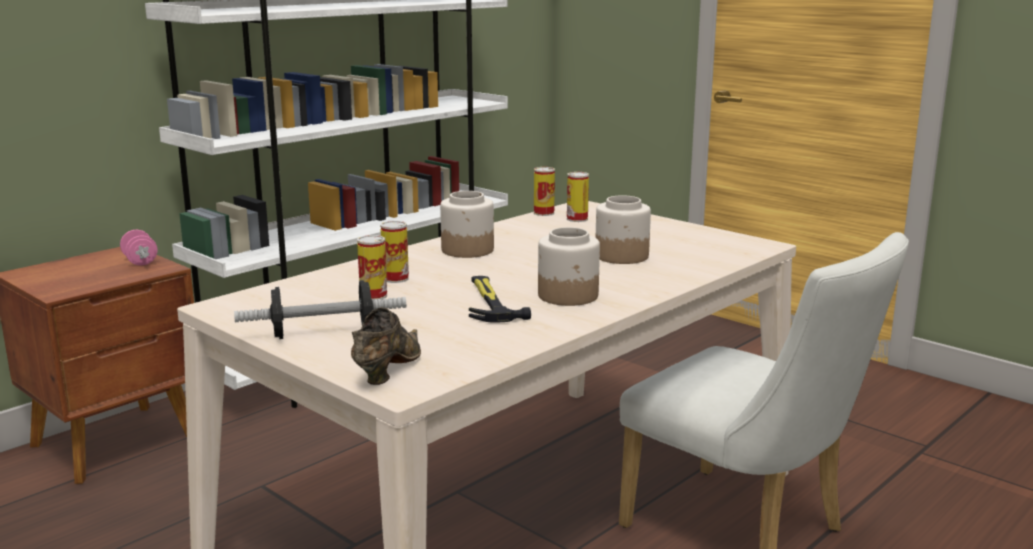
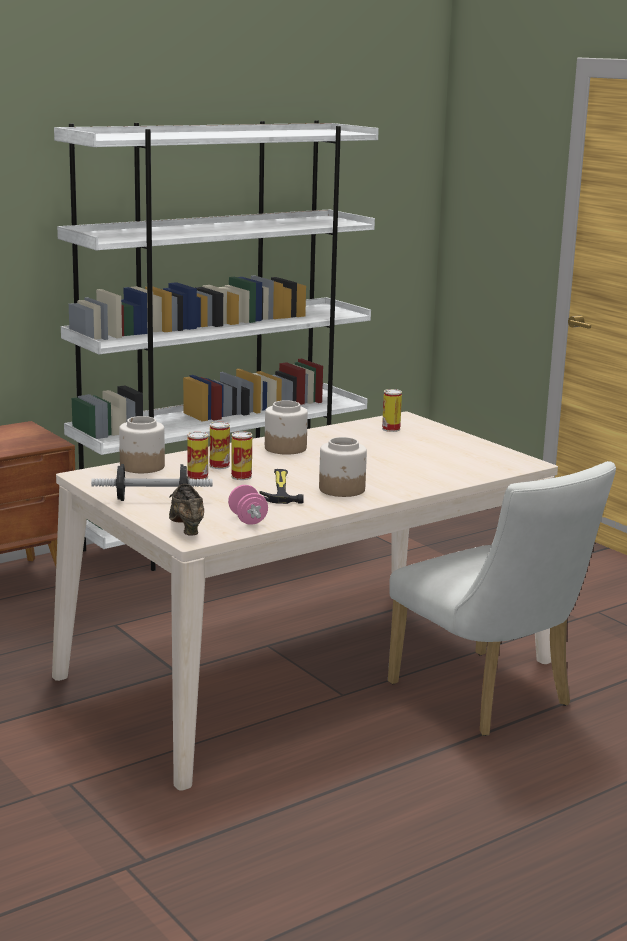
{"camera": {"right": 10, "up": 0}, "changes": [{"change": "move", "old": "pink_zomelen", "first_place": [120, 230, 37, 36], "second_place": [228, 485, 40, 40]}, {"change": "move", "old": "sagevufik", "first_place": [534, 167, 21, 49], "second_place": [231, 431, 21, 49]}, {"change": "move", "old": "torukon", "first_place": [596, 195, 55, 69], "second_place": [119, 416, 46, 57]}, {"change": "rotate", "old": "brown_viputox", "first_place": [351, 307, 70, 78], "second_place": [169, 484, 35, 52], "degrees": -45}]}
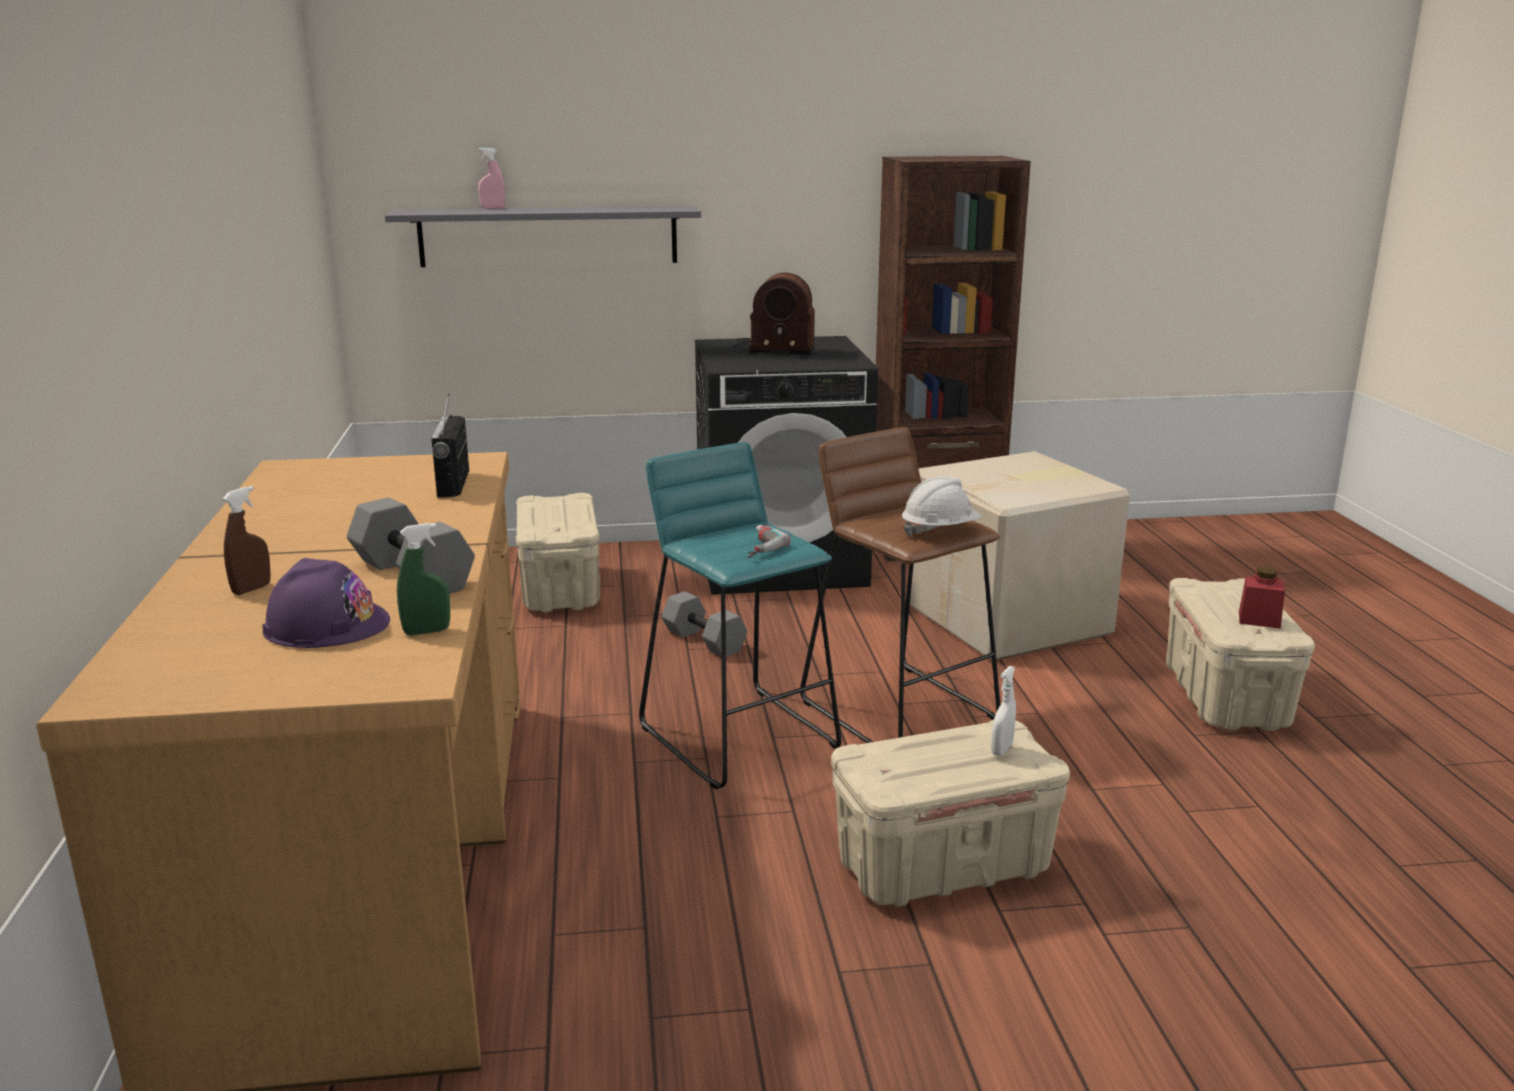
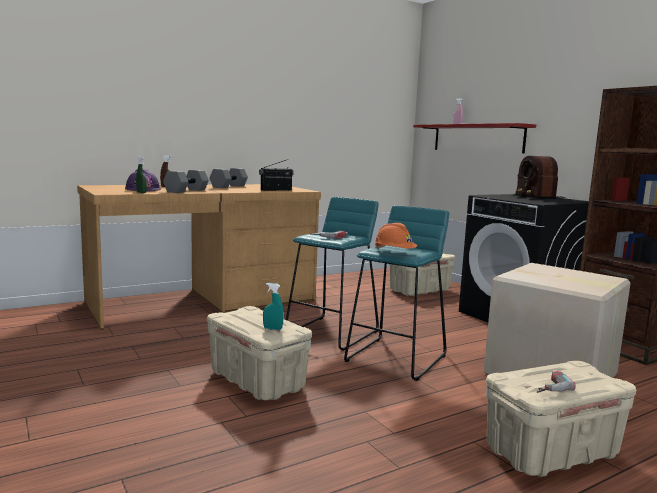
{"camera": {"right": 65, "up": -10}, "changes": [{"change": "move", "old": "grey_zomelen", "first_place": [662, 591, 85, 66], "second_place": [209, 168, 39, 20]}, {"change": "replace", "old": "red_torukon", "new": "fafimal", "first_place": [1239, 567, 46, 62], "second_place": [537, 370, 39, 23]}, {"change": "recolor", "old": "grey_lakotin", "new": "red_lakotin", "first_place": [385, 206, 316, 61], "second_place": [413, 123, 123, 30]}, {"change": "recolor", "old": "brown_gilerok", "new": "turquoise_gilerok", "first_place": [800, 427, 200, 316], "second_place": [344, 205, 105, 176]}, {"change": "recolor", "old": "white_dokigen", "new": "orange_dokigen", "first_place": [902, 476, 80, 60], "second_place": [374, 223, 43, 27]}, {"change": "recolor", "old": "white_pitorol", "new": "turquoise_pitorol", "first_place": [991, 666, 25, 90], "second_place": [263, 283, 21, 47]}]}
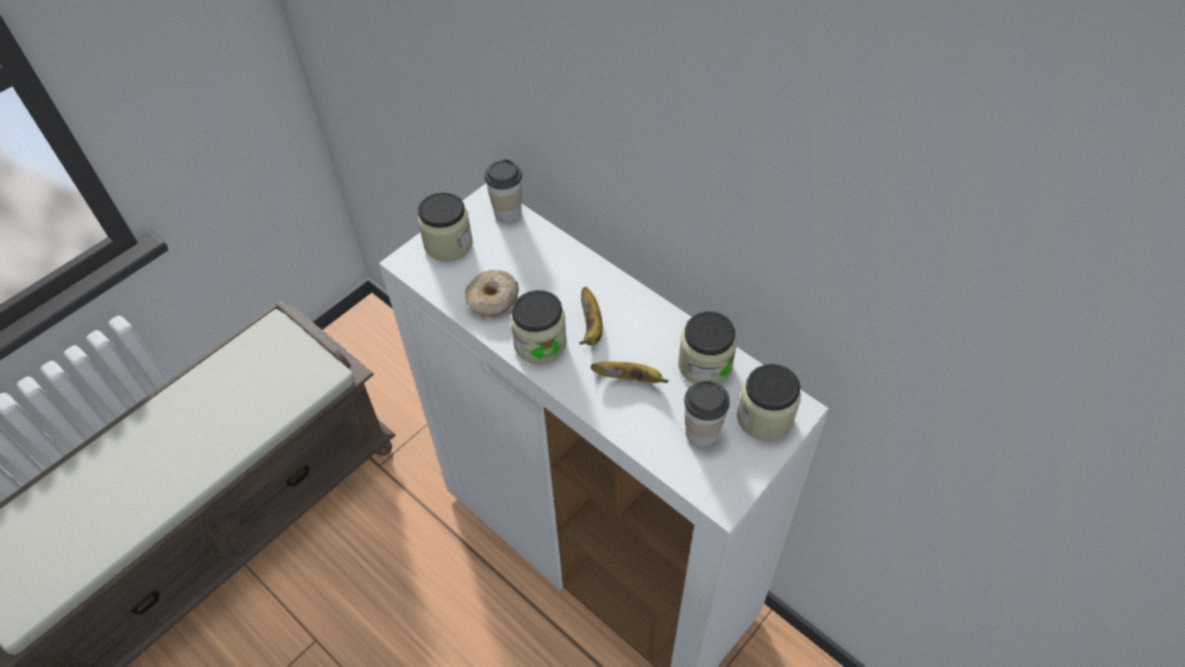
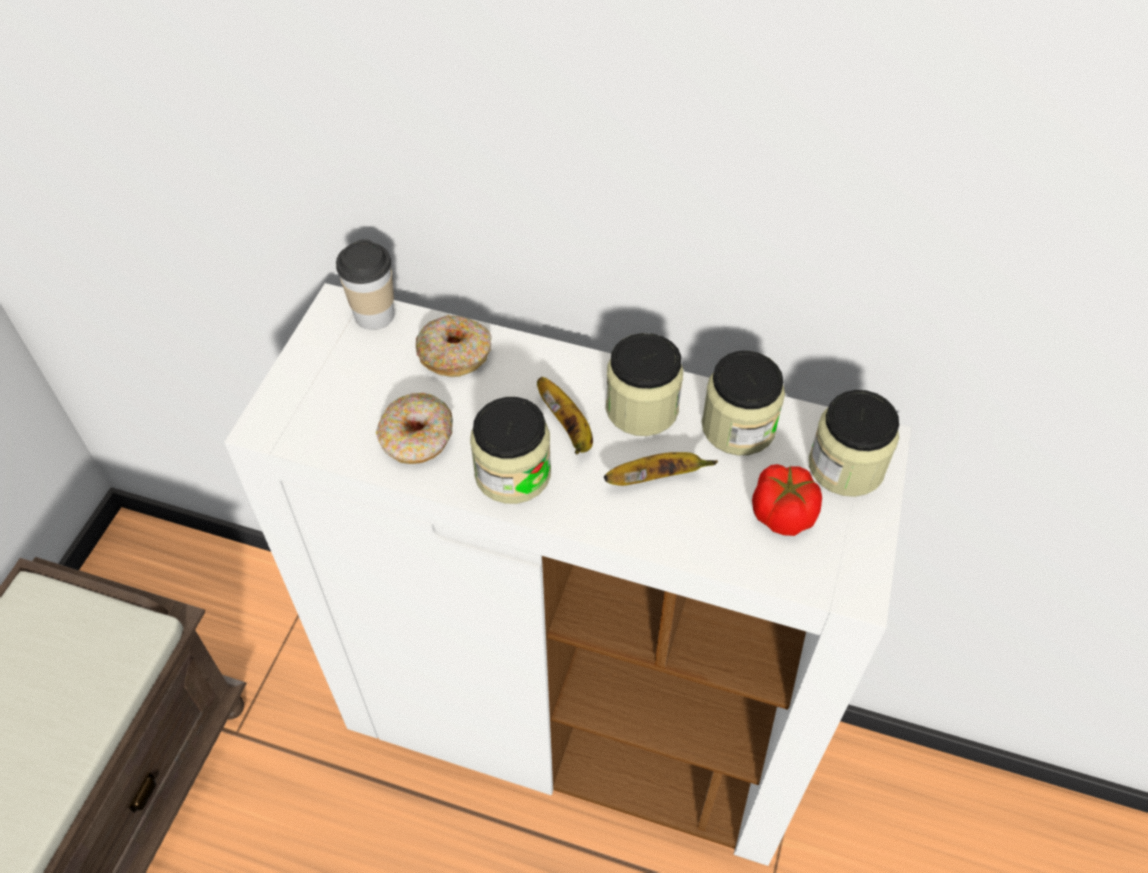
{"camera": {"right": -25, "up": 0}, "changes": [{"change": "insert", "new": "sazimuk", "second_place": [416, 315, 76, 62]}, {"change": "move", "old": "torukon", "first_place": [418, 192, 55, 70], "second_place": [606, 333, 77, 103]}, {"change": "replace", "old": "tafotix", "new": "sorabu", "first_place": [684, 381, 46, 66], "second_place": [752, 464, 70, 72]}]}
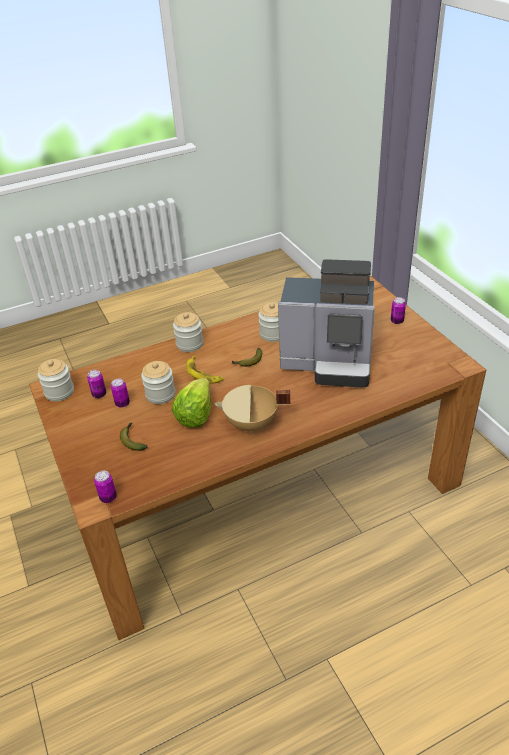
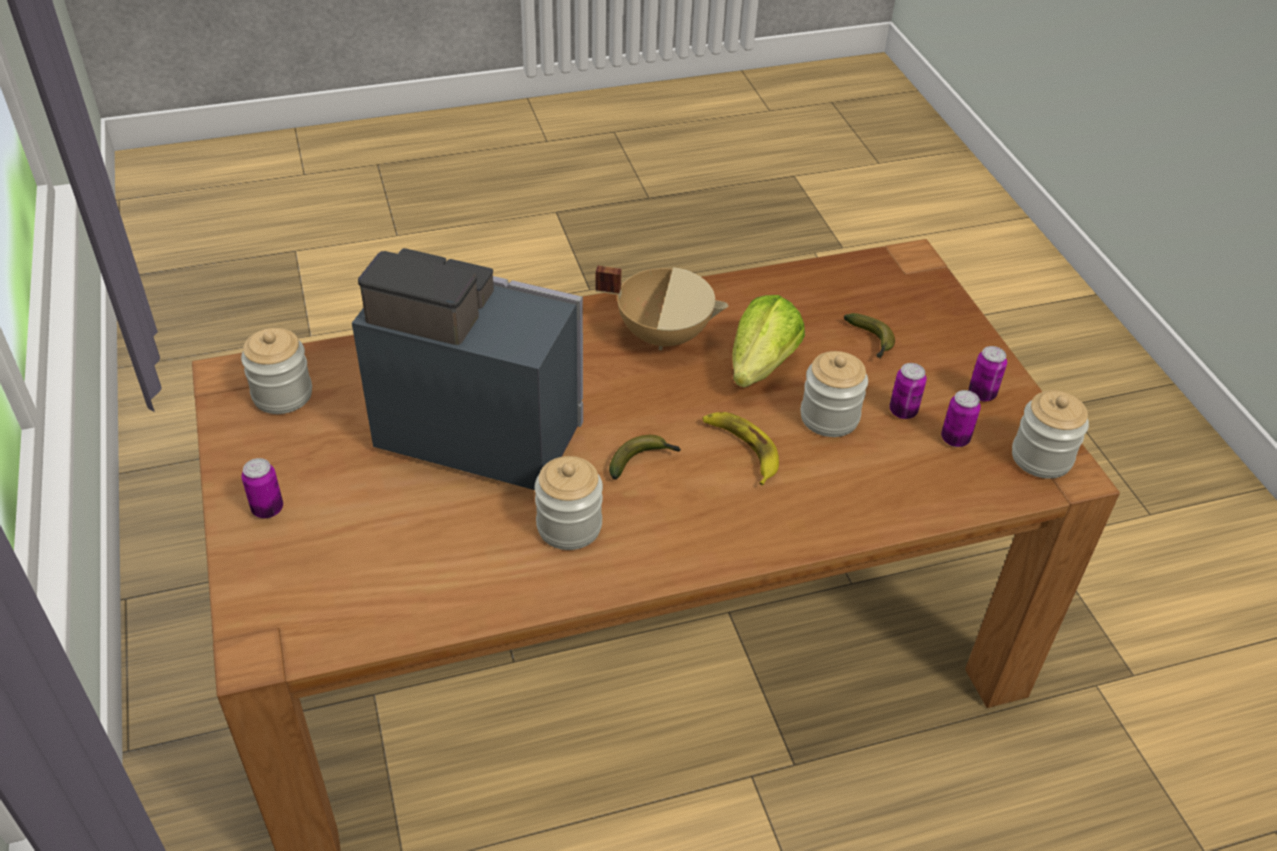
{"camera": {"right": -175, "up": 5}, "changes": [{"change": "move", "old": "sagevufik", "first_place": [94, 471, 23, 32], "second_place": [969, 346, 38, 56]}, {"change": "move", "old": "torukon", "first_place": [173, 312, 30, 40], "second_place": [241, 328, 71, 86]}]}
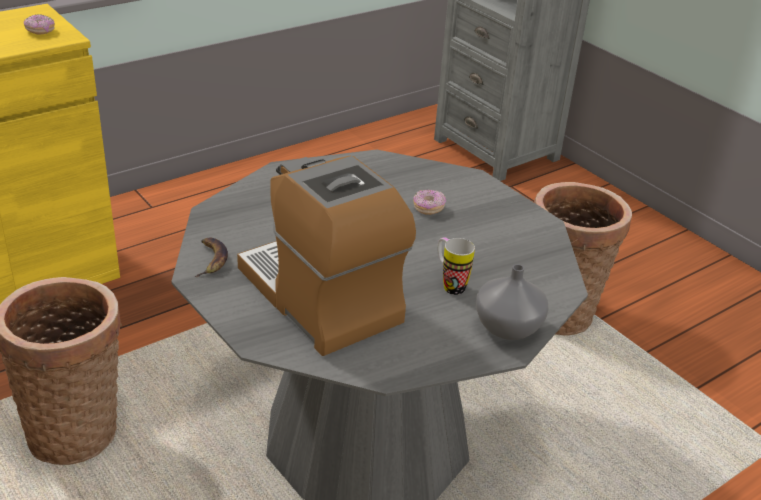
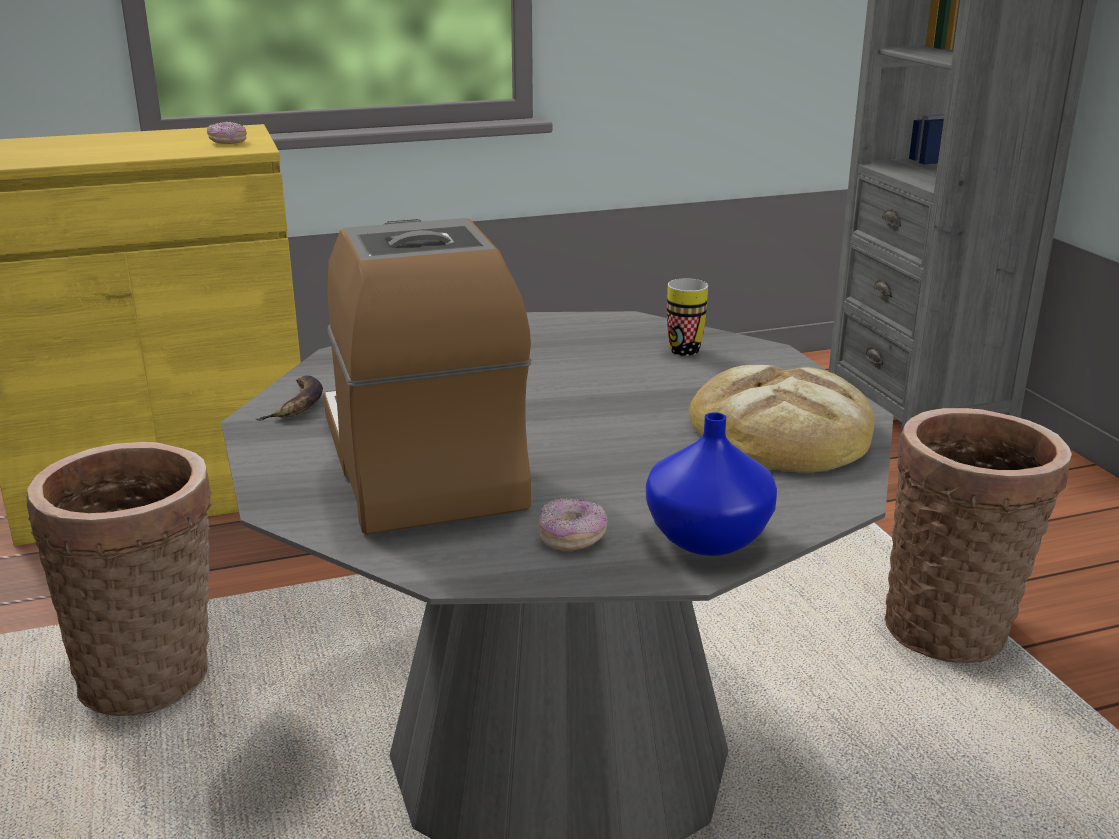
{"camera": {"right": 20, "up": -10}, "changes": [{"change": "insert", "new": "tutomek", "second_place": [689, 365, 185, 108]}, {"change": "move", "old": "sazimuk", "first_place": [413, 189, 33, 26], "second_place": [538, 498, 70, 53]}, {"change": "move", "old": "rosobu", "first_place": [437, 237, 38, 58], "second_place": [667, 278, 41, 78]}, {"change": "recolor", "old": "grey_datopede", "new": "blue_datopede", "first_place": [476, 264, 72, 76], "second_place": [646, 412, 131, 144]}]}
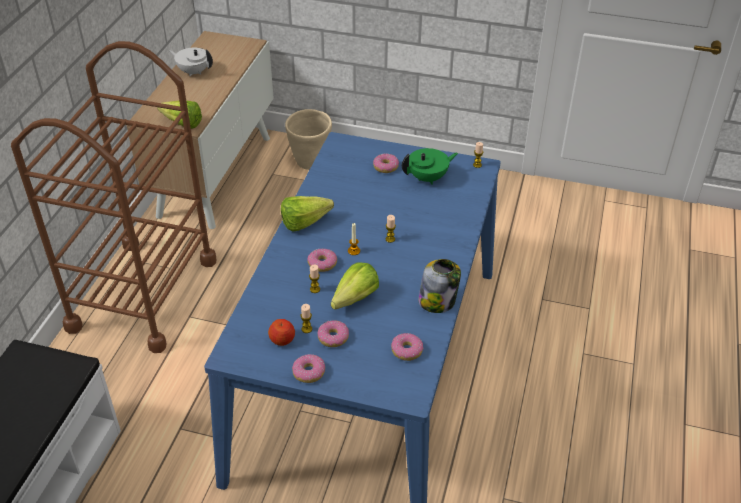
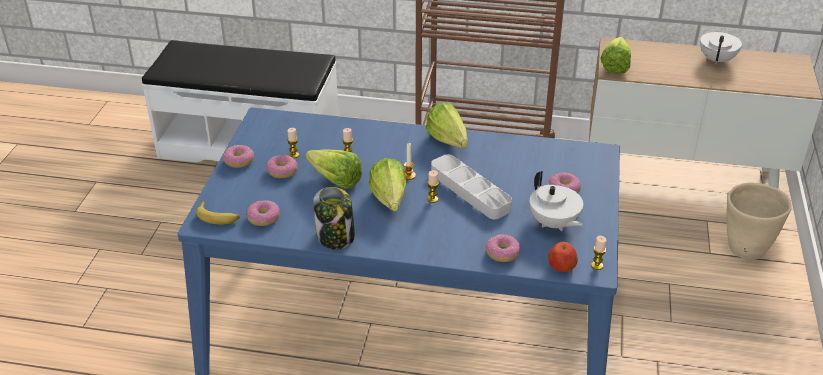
{"camera": {"right": 85, "up": -5}, "changes": [{"change": "insert", "new": "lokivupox", "second_place": [196, 201, 44, 24]}, {"change": "insert", "new": "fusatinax", "second_place": [369, 158, 37, 53]}, {"change": "insert", "new": "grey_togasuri", "second_place": [431, 154, 81, 65]}, {"change": "move", "old": "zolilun", "first_place": [268, 319, 27, 27], "second_place": [548, 242, 30, 30]}, {"change": "move", "old": "sazimuk", "first_place": [307, 248, 30, 24], "second_place": [486, 234, 34, 28]}, {"change": "recolor", "old": "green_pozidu", "new": "white_pozidu", "first_place": [402, 148, 56, 37], "second_place": [530, 171, 53, 60]}]}
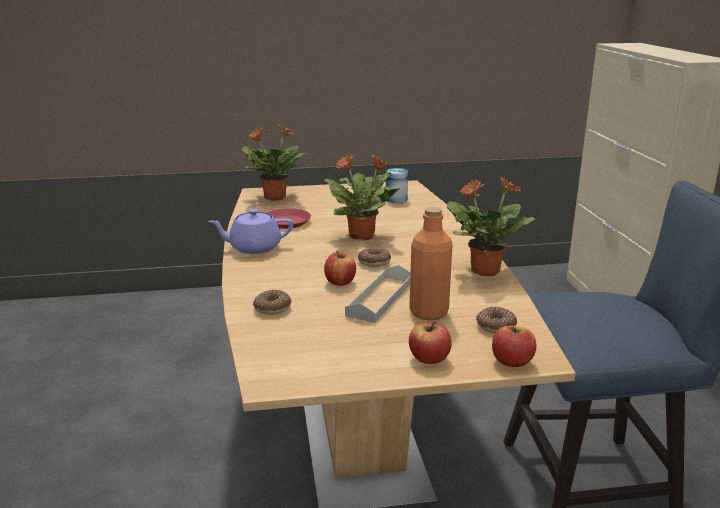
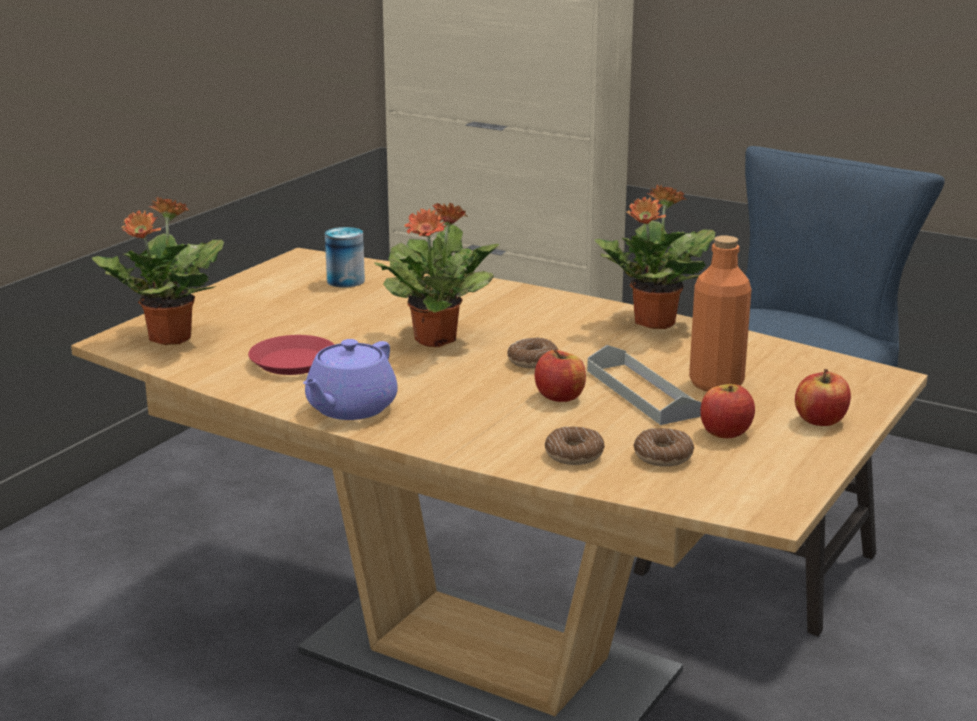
{"camera": {"right": -50, "up": 0}, "changes": [{"change": "move", "old": "sazimuk", "first_place": [476, 307, 41, 26], "second_place": [634, 428, 60, 39]}, {"change": "move", "old": "zolilun", "first_place": [492, 326, 44, 41], "second_place": [700, 384, 55, 54]}]}
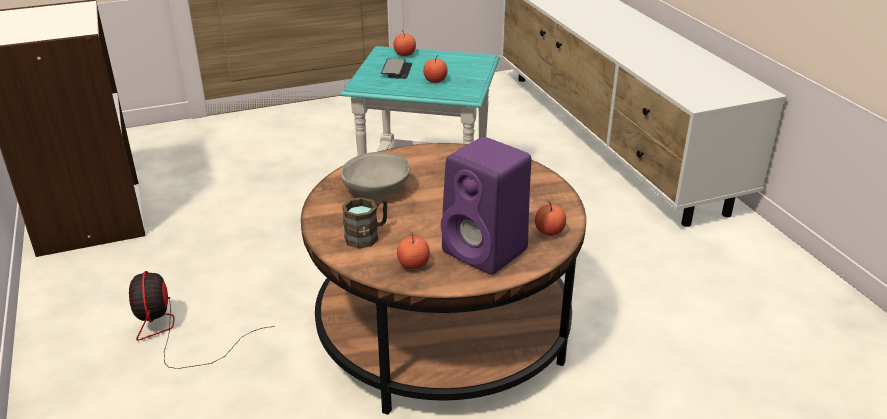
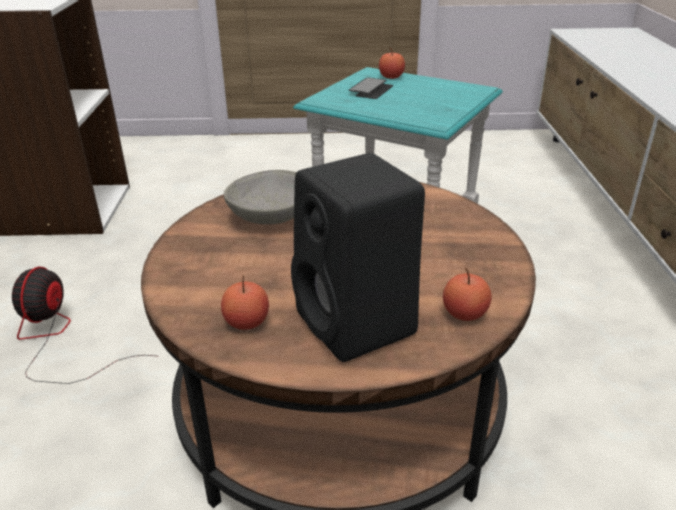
{"camera": {"right": 20, "up": 0}, "changes": [{"change": "delete", "old": "brown_rosobu", "first_place": [342, 197, 45, 52]}, {"change": "delete", "old": "zolilun", "first_place": [423, 57, 25, 26]}, {"change": "recolor", "old": "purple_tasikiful", "new": "black_tasikiful", "first_place": [441, 137, 90, 138], "second_place": [291, 153, 134, 209]}]}
